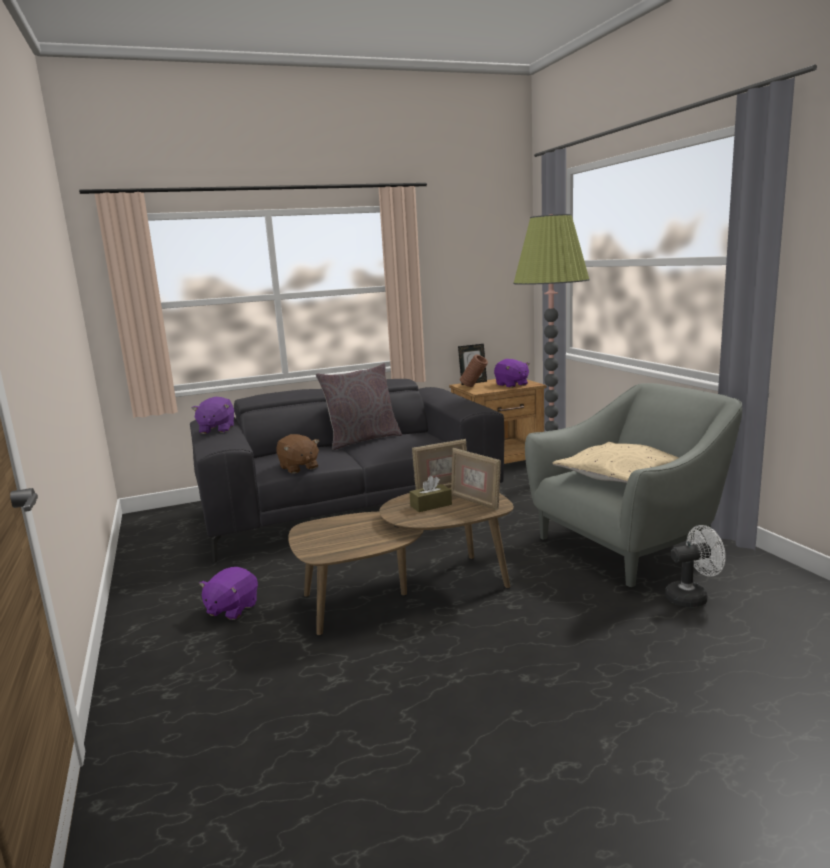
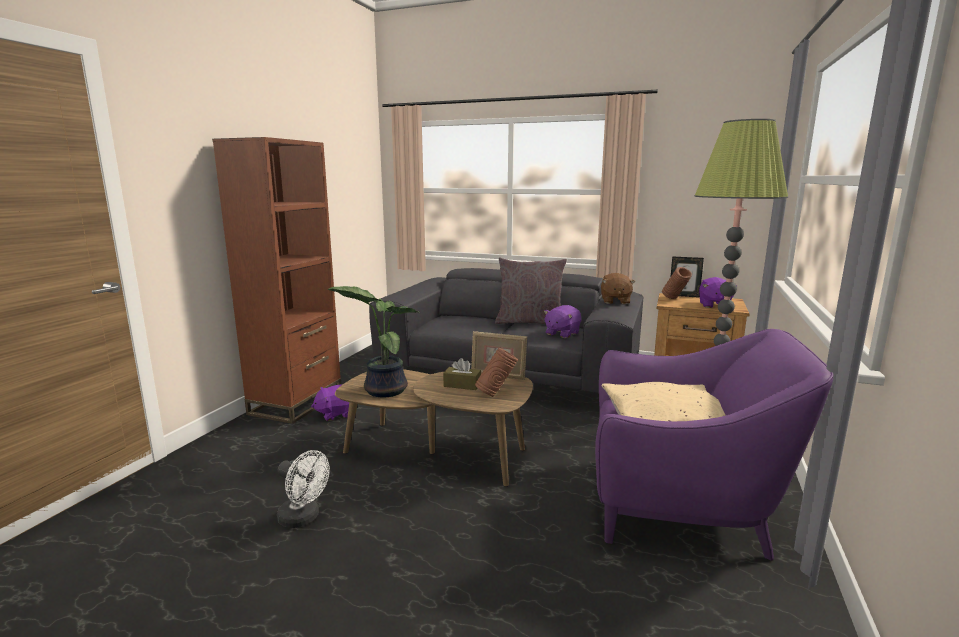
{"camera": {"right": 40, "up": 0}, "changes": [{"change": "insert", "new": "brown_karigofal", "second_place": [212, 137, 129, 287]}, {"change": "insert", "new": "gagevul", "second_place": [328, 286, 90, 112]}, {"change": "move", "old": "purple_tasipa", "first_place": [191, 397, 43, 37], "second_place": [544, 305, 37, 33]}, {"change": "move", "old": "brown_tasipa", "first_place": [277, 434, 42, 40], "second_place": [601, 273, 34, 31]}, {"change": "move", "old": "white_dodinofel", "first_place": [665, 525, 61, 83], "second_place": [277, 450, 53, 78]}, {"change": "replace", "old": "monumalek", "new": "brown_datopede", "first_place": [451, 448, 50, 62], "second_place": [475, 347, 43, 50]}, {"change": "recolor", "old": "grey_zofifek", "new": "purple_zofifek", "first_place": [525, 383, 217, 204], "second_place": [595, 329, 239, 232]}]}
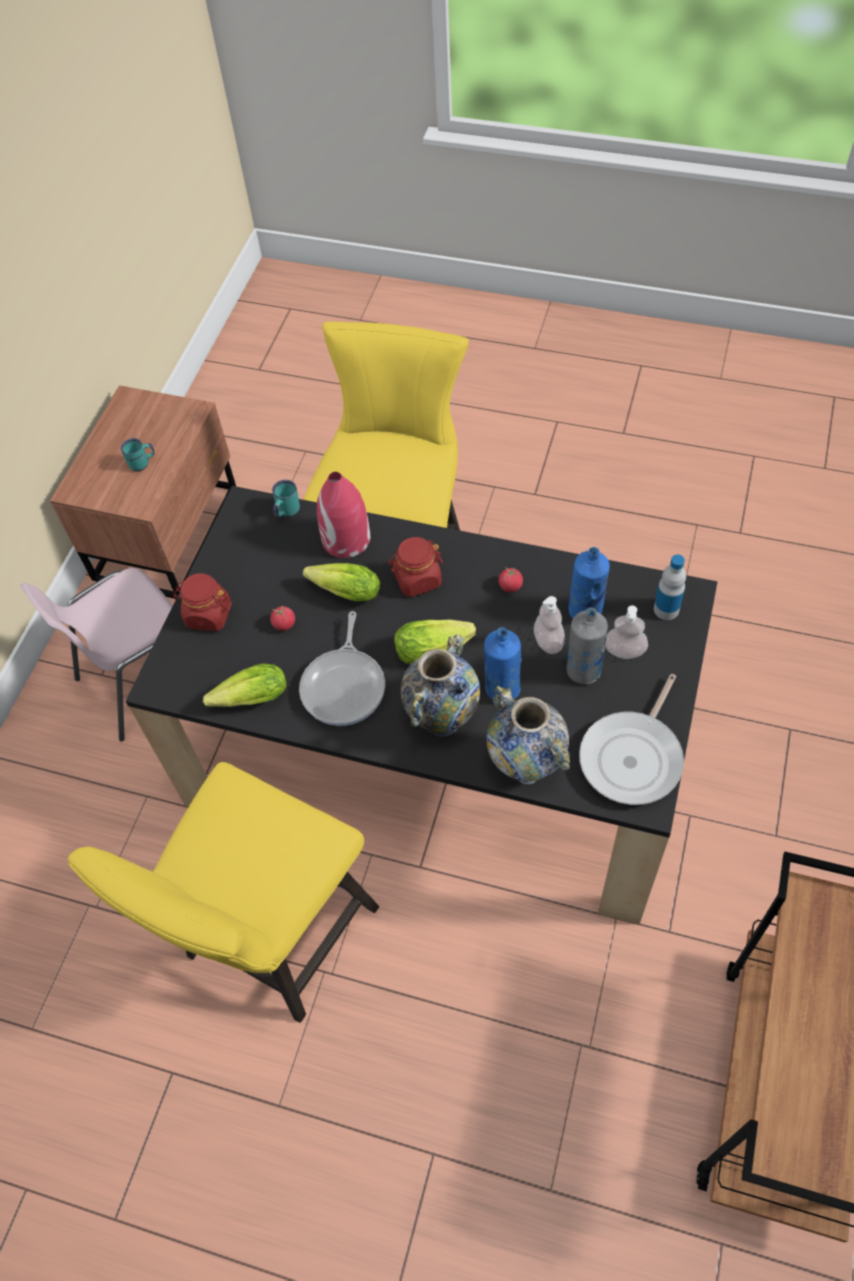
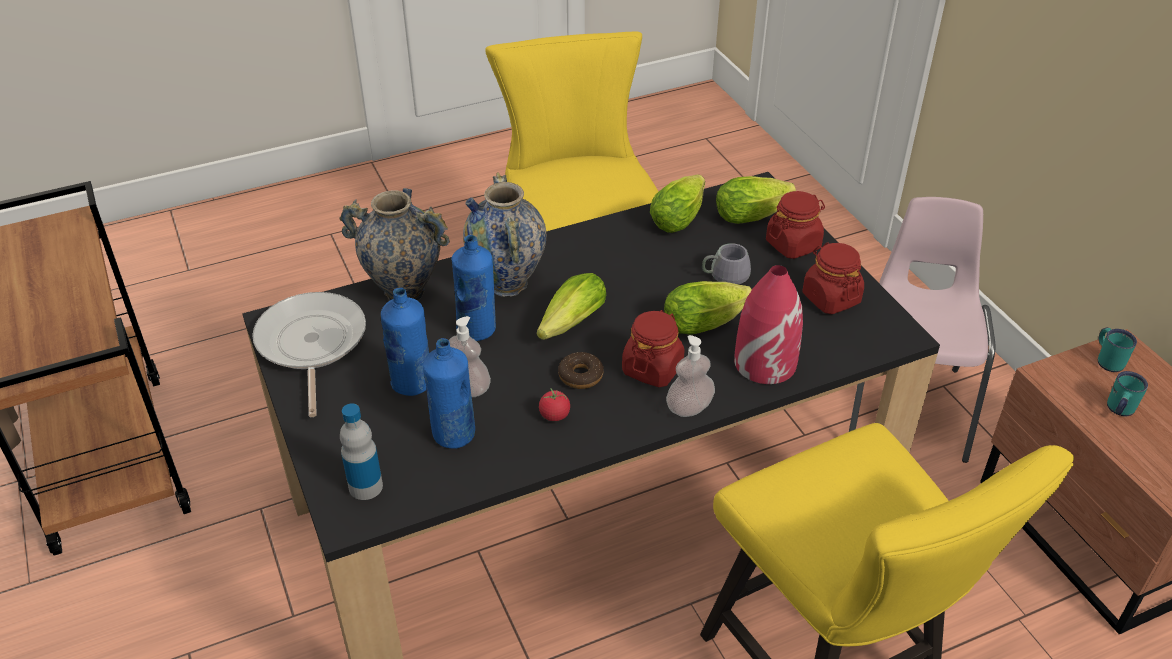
{"camera": {"right": 135, "up": -15}, "changes": [{"change": "delete", "old": "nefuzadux", "first_place": [299, 611, 86, 115]}, {"change": "insert", "new": "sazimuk", "second_place": [558, 352, 46, 37]}, {"change": "insert", "new": "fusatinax", "second_place": [716, 176, 80, 48]}, {"change": "insert", "new": "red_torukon", "second_place": [802, 242, 62, 72]}, {"change": "move", "old": "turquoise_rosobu", "first_place": [272, 480, 28, 37], "second_place": [1098, 327, 39, 45]}, {"change": "move", "old": "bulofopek", "first_place": [606, 605, 42, 54], "second_place": [666, 335, 49, 82]}, {"change": "replace", "old": "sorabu", "new": "grey_rosobu", "first_place": [270, 605, 25, 26], "second_place": [702, 243, 49, 41]}, {"change": "recolor", "old": "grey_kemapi", "new": "blue_kemapi", "first_place": [566, 607, 42, 77], "second_place": [381, 288, 48, 108]}]}
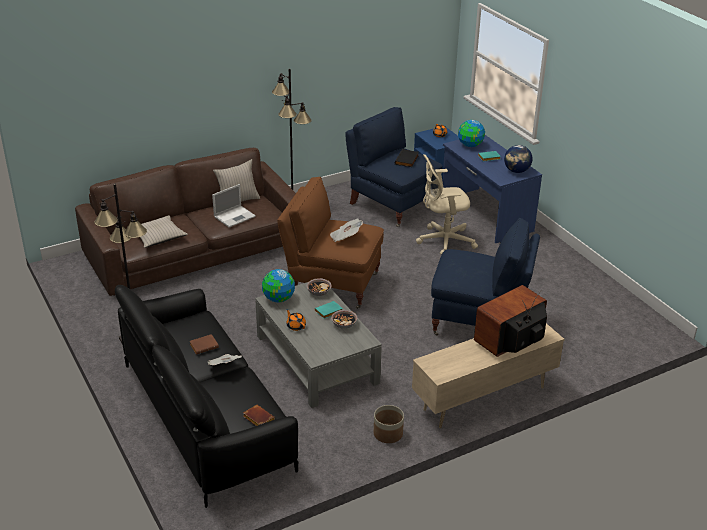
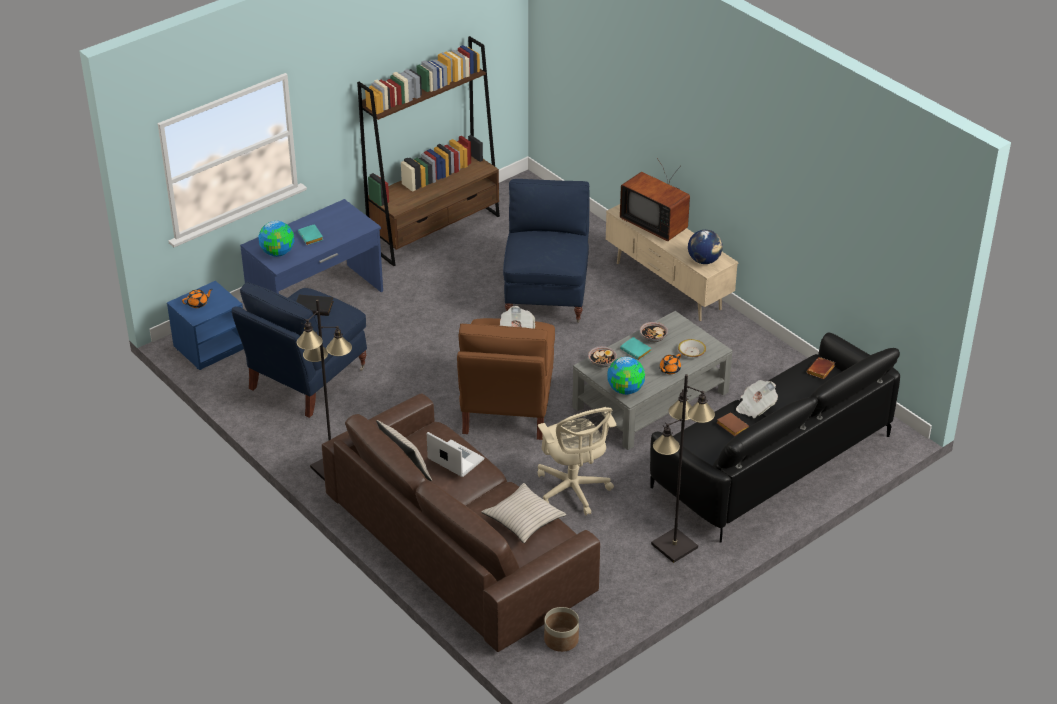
{"camera": {"right": -100, "up": 5}, "changes": [{"change": "insert", "new": "brown_karigofal", "second_place": [357, 36, 143, 230]}, {"change": "insert", "new": "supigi", "second_place": [678, 339, 28, 18]}, {"change": "move", "old": "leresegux", "first_place": [374, 405, 30, 38], "second_place": [544, 607, 35, 45]}, {"change": "move", "old": "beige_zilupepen", "first_place": [416, 154, 62, 101], "second_place": [538, 407, 78, 108]}, {"change": "move", "old": "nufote", "first_place": [504, 145, 29, 28], "second_place": [688, 230, 35, 34]}]}
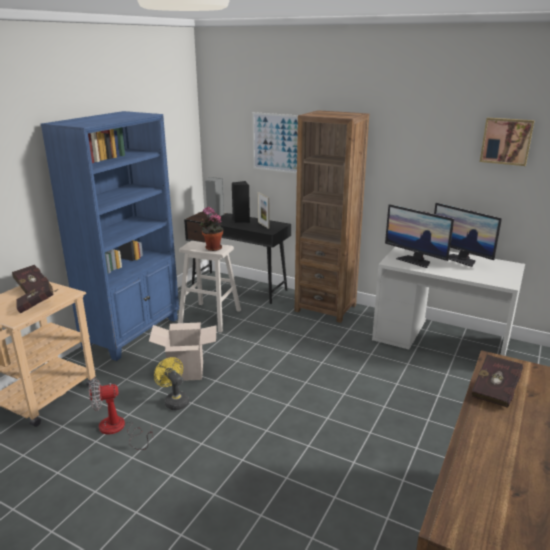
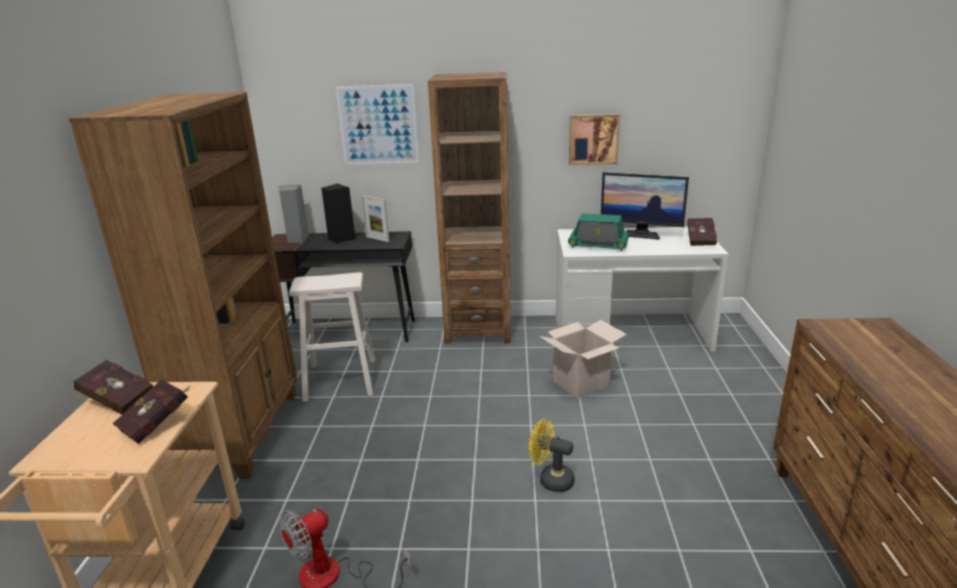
{"camera": {"right": -25, "up": 0}, "changes": [{"change": "delete", "old": "gagevul", "first_place": [199, 207, 24, 44]}, {"change": "move", "old": "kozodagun", "first_place": [149, 322, 68, 59], "second_place": [539, 320, 88, 79]}, {"change": "move", "old": "yellow_dodinofel", "first_place": [154, 357, 35, 53], "second_place": [529, 419, 46, 73]}, {"change": "move", "old": "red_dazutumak", "first_place": [472, 355, 51, 53], "second_place": [687, 218, 30, 28]}, {"change": "move", "old": "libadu", "first_place": [480, 118, 55, 48], "second_place": [569, 114, 51, 51]}, {"change": "replace", "old": "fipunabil", "new": "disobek", "first_place": [385, 204, 69, 64], "second_place": [568, 213, 61, 38]}, {"change": "recolor", "old": "blue_karigofal", "new": "brown_karigofal", "first_place": [41, 111, 138, 250], "second_place": [69, 92, 228, 387]}]}
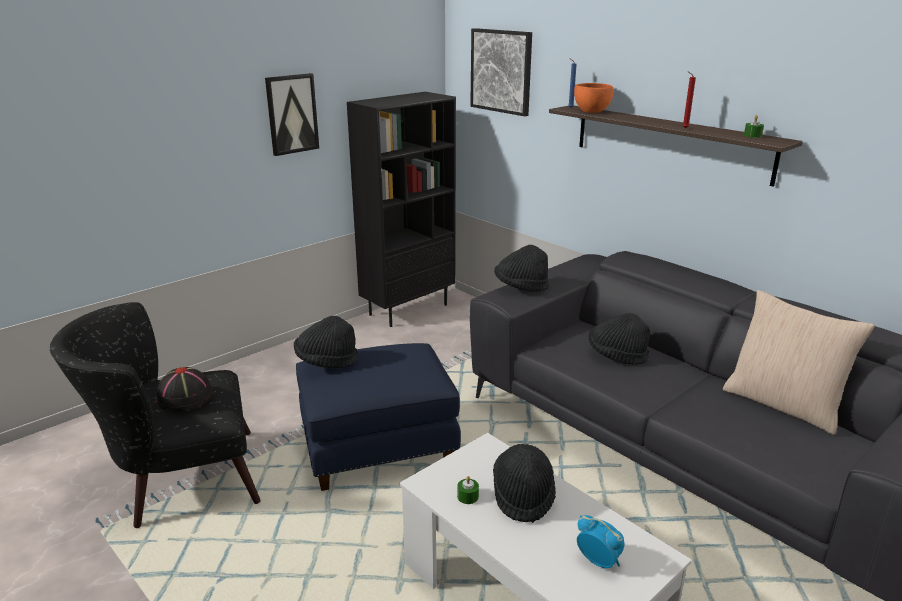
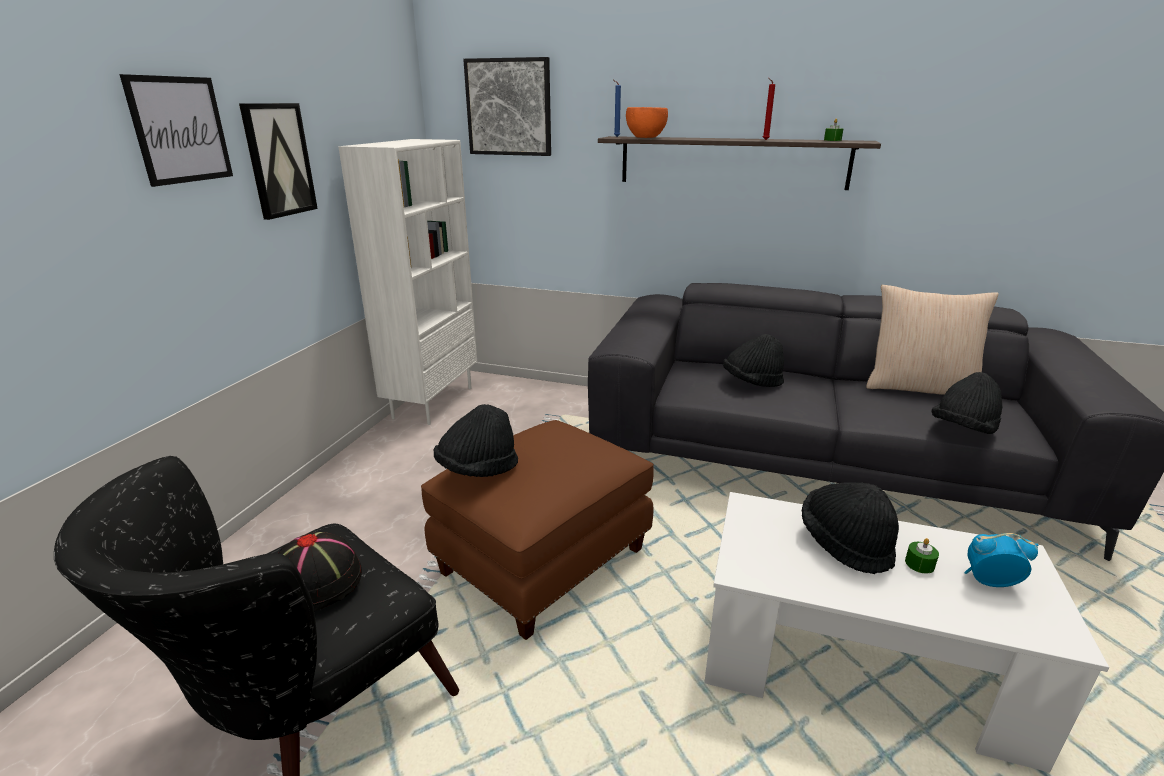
{"camera": {"right": -30, "up": 0}, "changes": [{"change": "insert", "new": "libadu", "second_place": [119, 74, 114, 113]}, {"change": "move", "old": "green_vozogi", "first_place": [457, 476, 22, 28], "second_place": [905, 538, 34, 36]}, {"change": "move", "old": "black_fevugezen", "first_place": [494, 245, 55, 46], "second_place": [932, 372, 70, 62]}, {"change": "recolor", "old": "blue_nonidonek", "new": "brown_nonidonek", "first_place": [296, 343, 165, 148], "second_place": [421, 420, 233, 220]}, {"change": "recolor", "old": "black_karigofal", "new": "white_karigofal", "first_place": [347, 92, 109, 235], "second_place": [338, 139, 139, 286]}]}
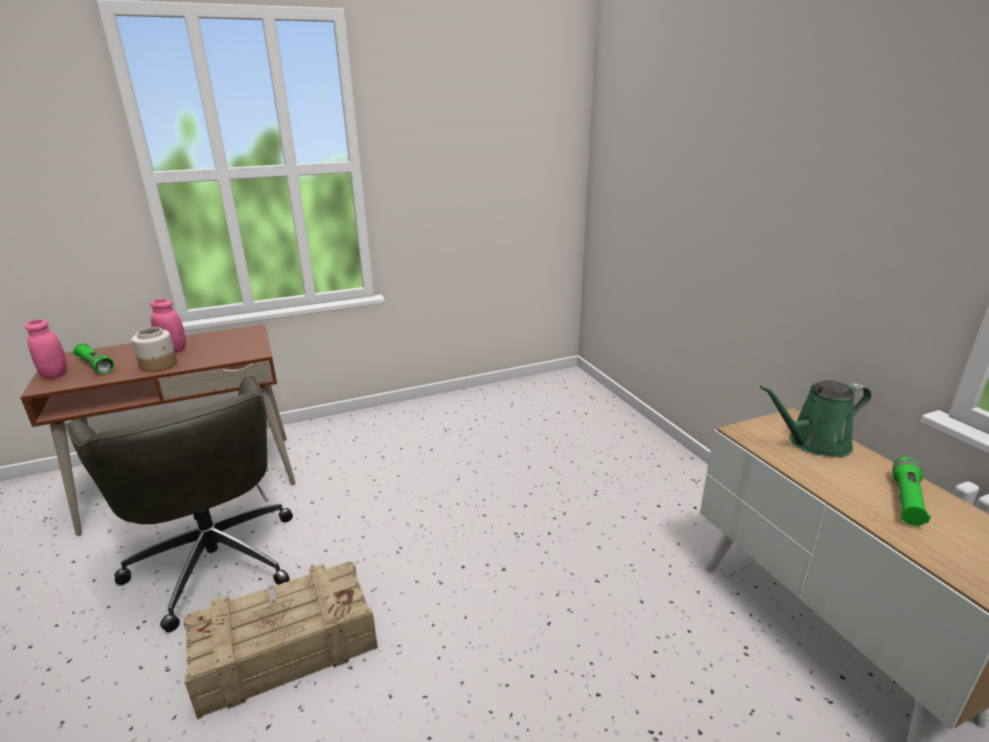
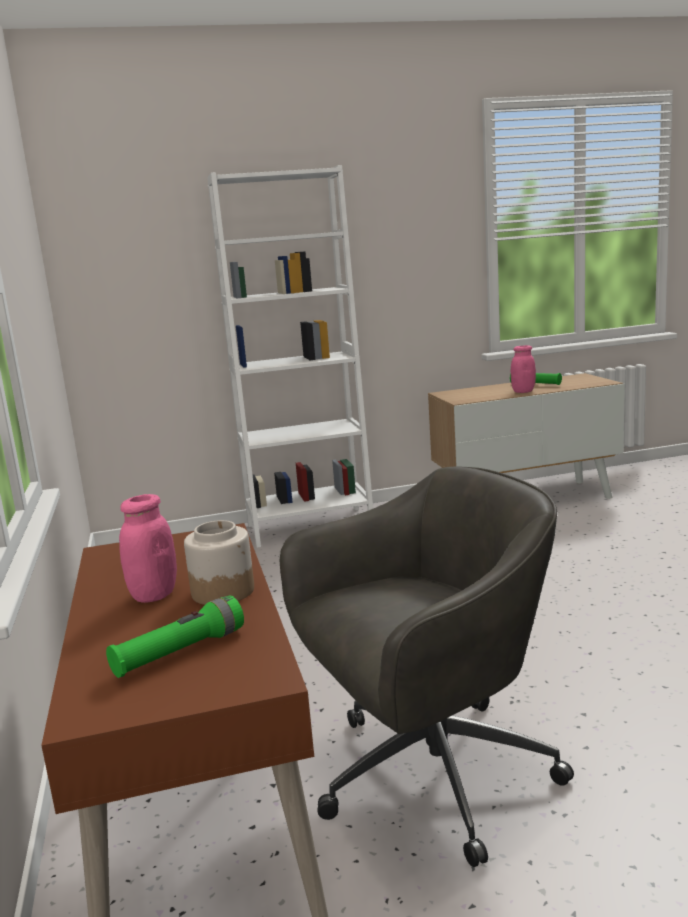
{"camera": {"right": -80, "up": -10}, "changes": [{"change": "delete", "old": "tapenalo", "first_place": [184, 561, 194, 159]}, {"change": "delete", "old": "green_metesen", "first_place": [760, 380, 112, 77]}, {"change": "insert", "new": "white_karigofal", "second_place": [207, 165, 166, 383]}, {"change": "move", "old": "pink_torukon", "first_place": [25, 319, 42, 60], "second_place": [511, 345, 25, 48]}]}
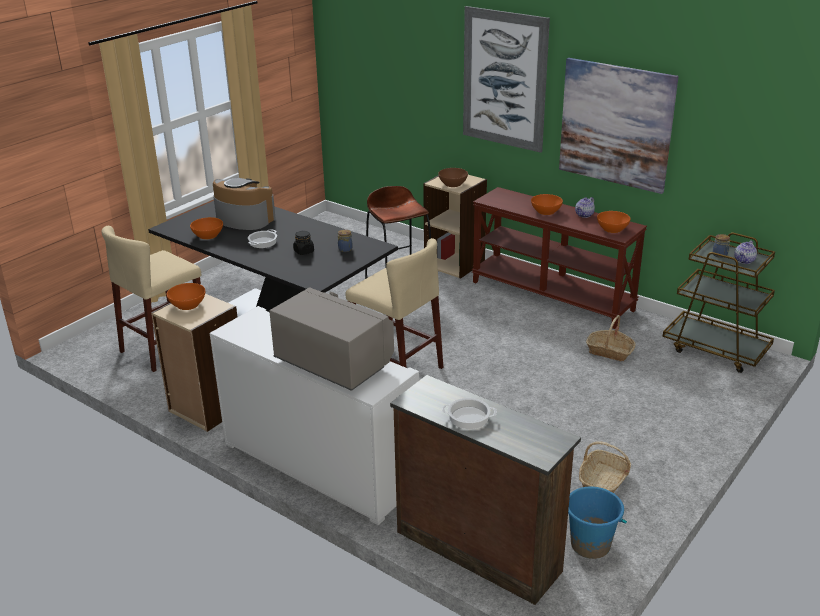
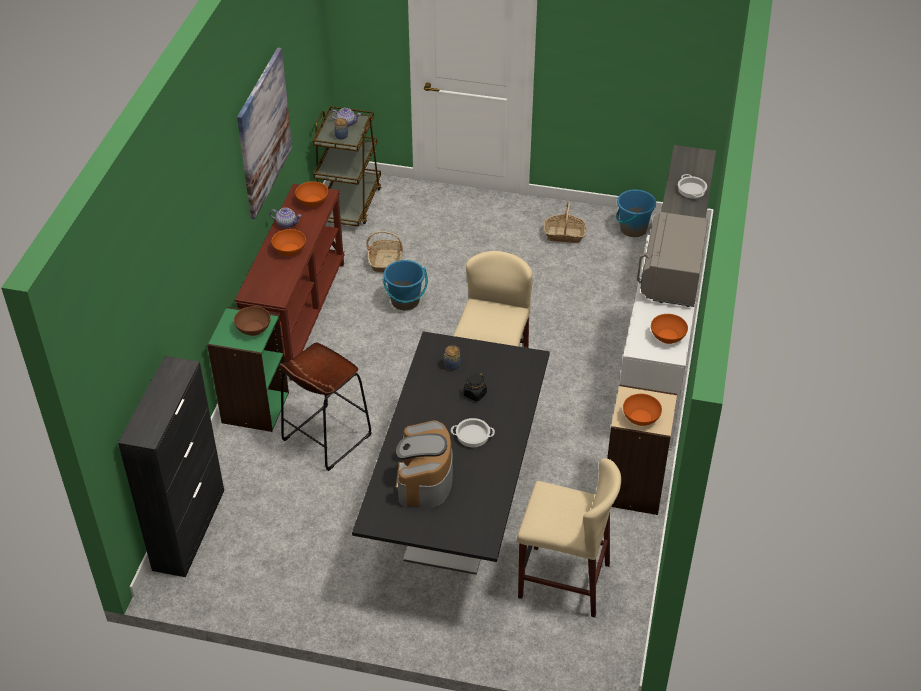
{"camera": {"right": -115, "up": 15}, "changes": [{"change": "delete", "old": "libadu", "first_place": [463, 6, 87, 147]}, {"change": "insert", "new": "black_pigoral", "second_place": [118, 356, 106, 221]}, {"change": "insert", "new": "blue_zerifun", "second_place": [382, 260, 46, 50]}, {"change": "move", "old": "orange_supigi", "first_place": [190, 217, 33, 23], "second_place": [651, 314, 37, 30]}, {"change": "recolor", "old": "beige_karigofal", "new": "green_karigofal", "first_place": [423, 175, 64, 104], "second_place": [207, 307, 82, 125]}]}
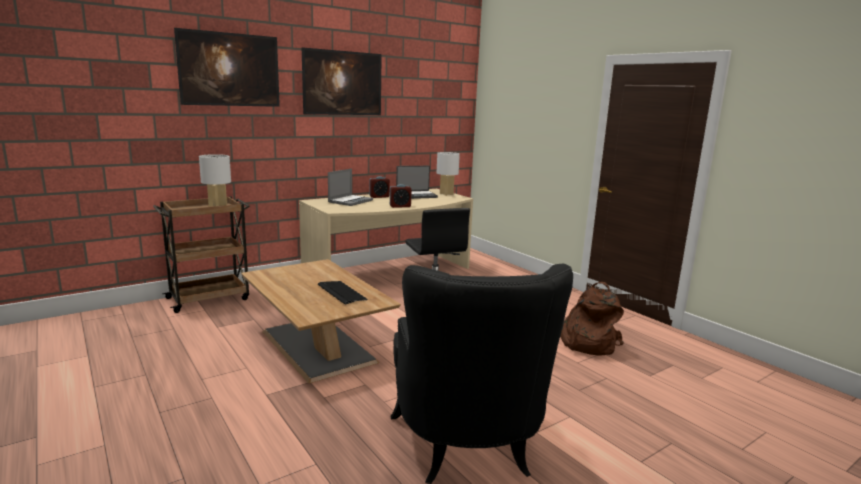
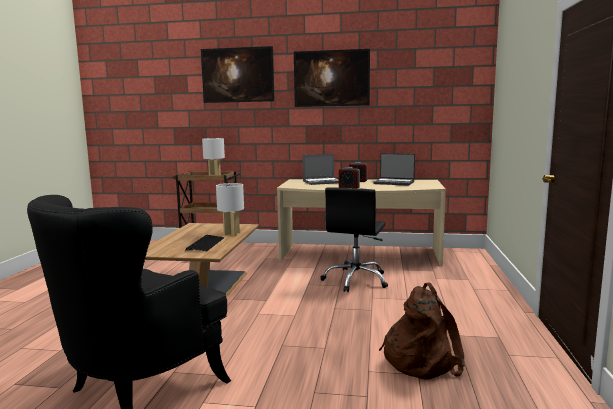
{"camera": {"right": 45, "up": -5}, "changes": [{"change": "move", "old": "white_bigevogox", "first_place": [437, 152, 23, 44], "second_place": [216, 183, 28, 53]}]}
